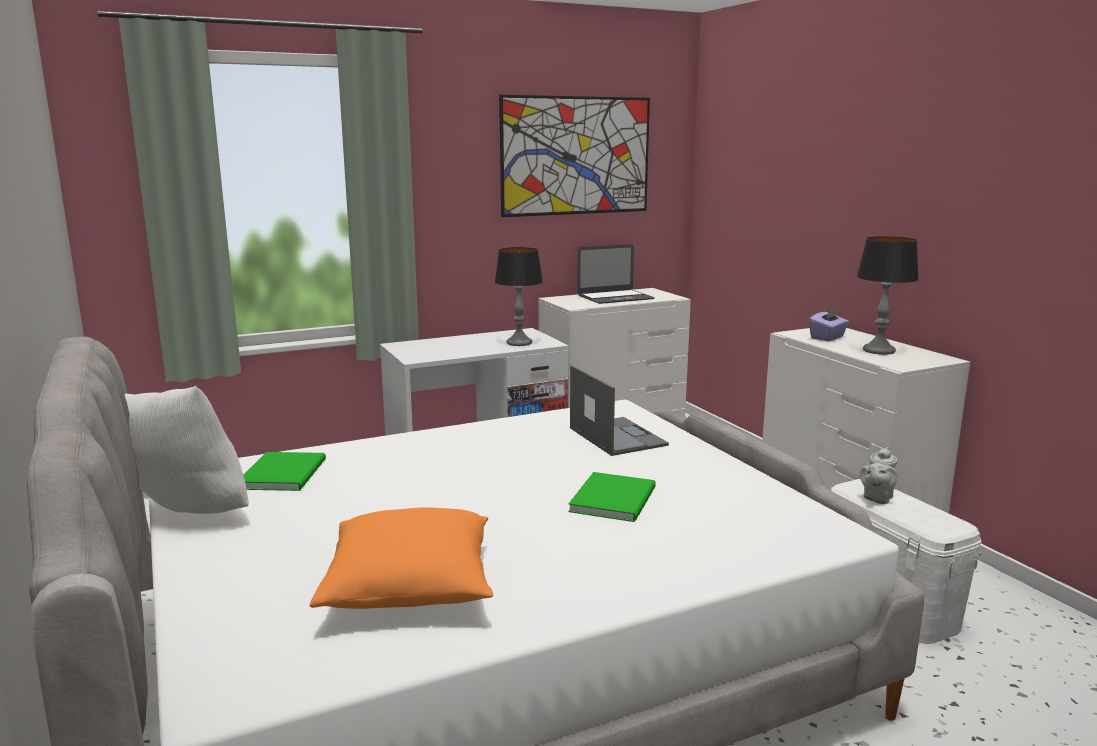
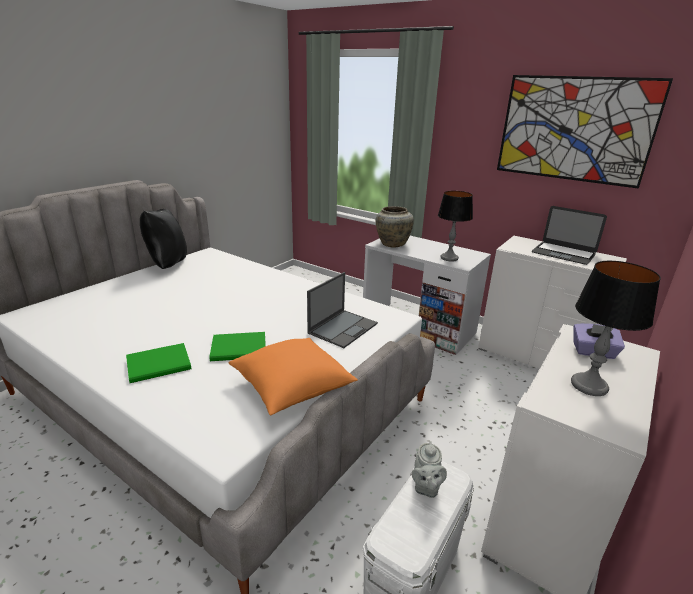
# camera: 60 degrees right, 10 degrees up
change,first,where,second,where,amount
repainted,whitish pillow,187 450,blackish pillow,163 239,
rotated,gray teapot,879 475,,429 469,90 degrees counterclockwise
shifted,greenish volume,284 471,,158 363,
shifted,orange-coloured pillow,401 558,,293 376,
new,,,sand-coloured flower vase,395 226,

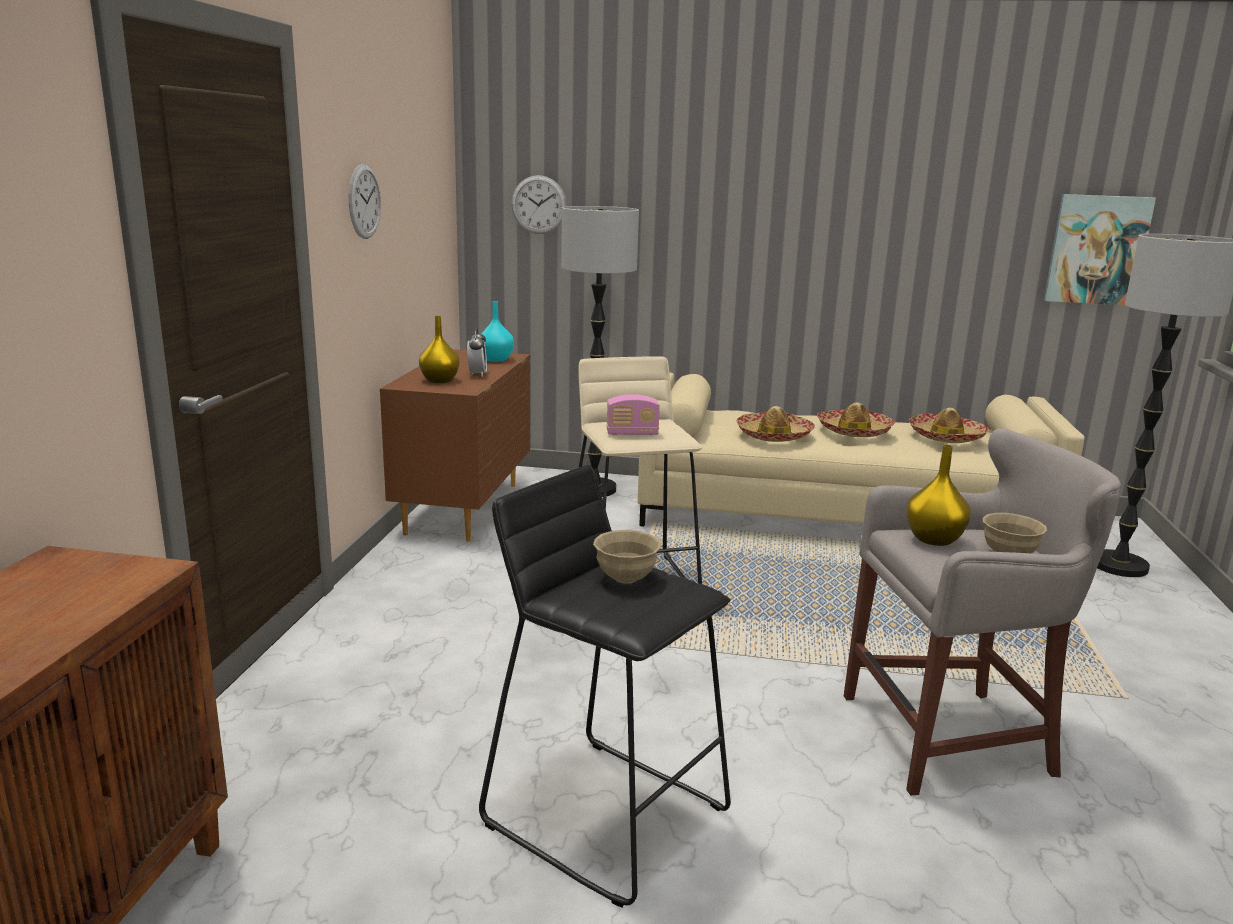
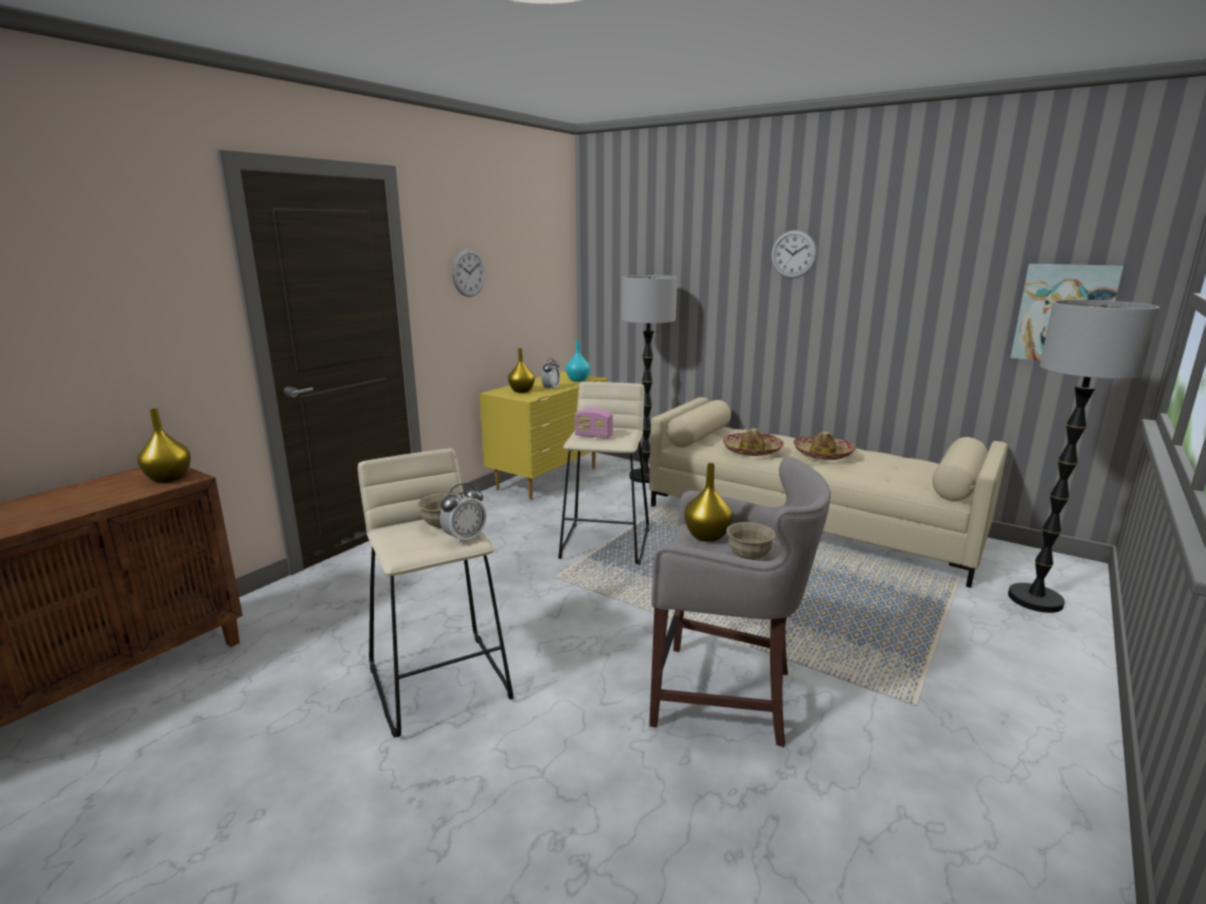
# camera: 25 degrees right, 0 degrees up
change,first,where,second,where,amount
shifted,hanging clock,539 204,,794 254,
repainted,brownish chest of drawers,455 445,yellowish chest of drawers,543 435,
gone,wearable hat,949 425,,,
repainted,blackish stool,605 686,sand-coloured stool,436 593,
new,,,yellowish flower vase,164 445,
new,,,bedside clock,463 514,

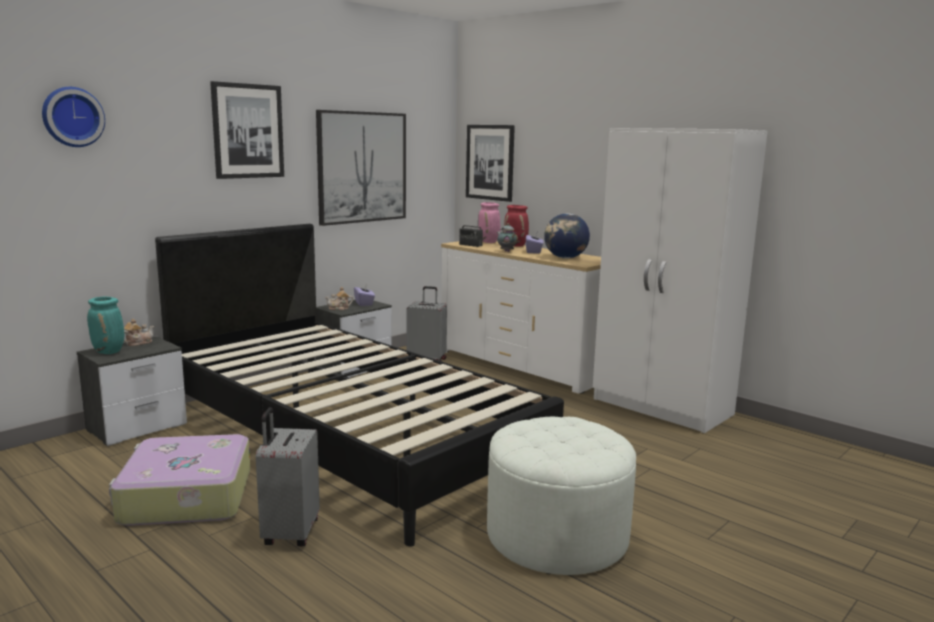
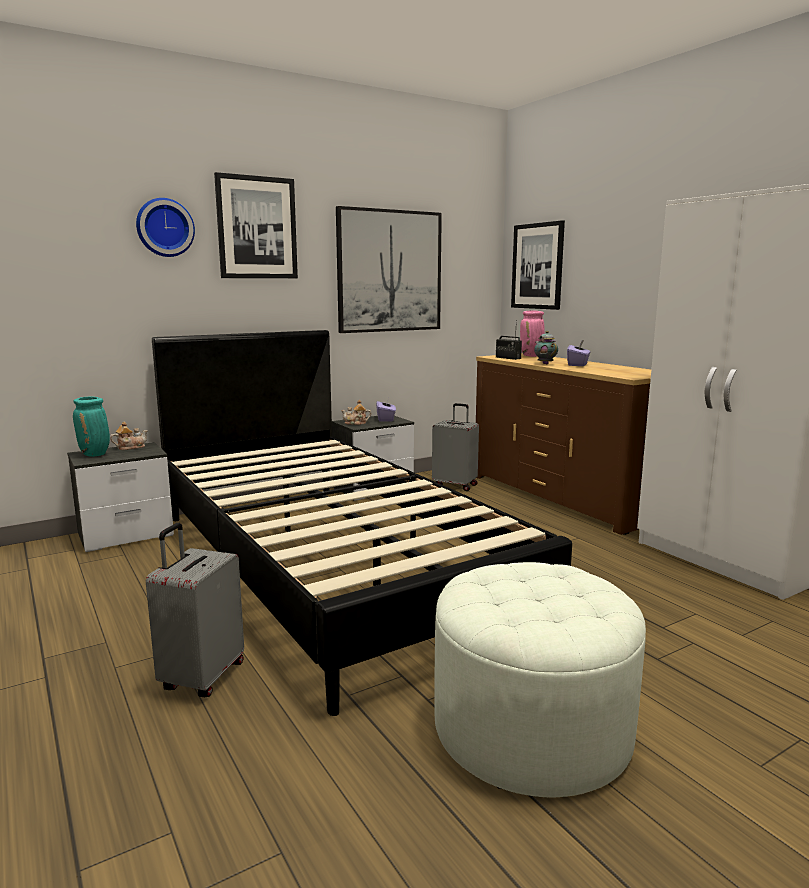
# camera: 15 degrees right, 0 degrees up
change,first,where,second,where,amount
shifted,hanging clock,73 117,,165 227,
gone,reddish flower vase,516 226,,,
gone,desk globe,567 236,,,
repainted,whitish chest of drawers,521 317,brownish chest of drawers,563 444,
gone,travel case,179 480,,,

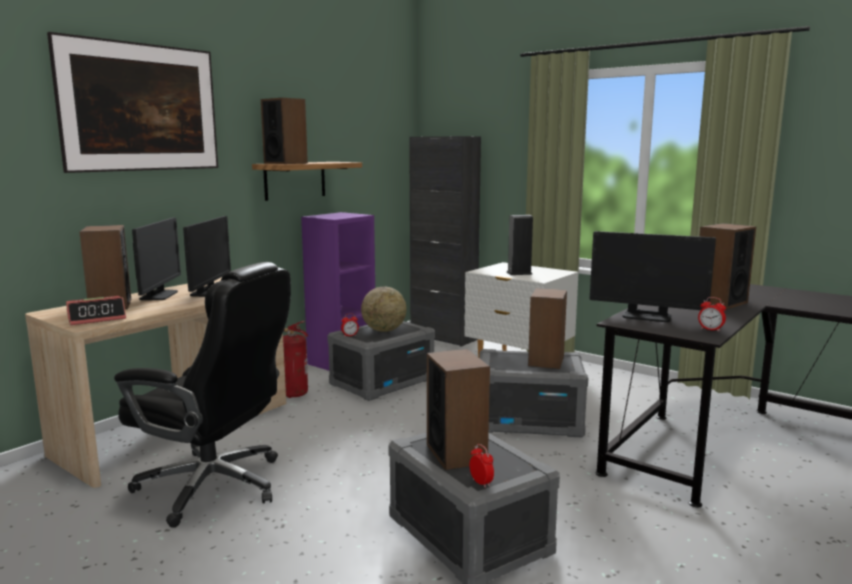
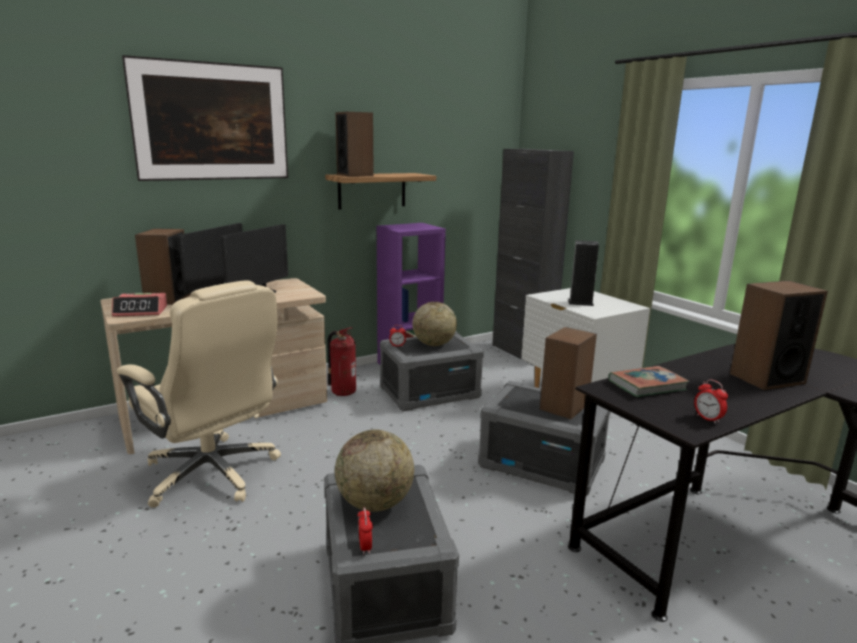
# camera: 20 degrees right, 5 degrees up
change,first,where,second,where,amount
swapped,computer screen,653 276,volume,648 381,
repainted,blackish desk chair,202 395,sand-coloured desk chair,199 394,
swapped,speaker,458 409,desk globe,374 471,

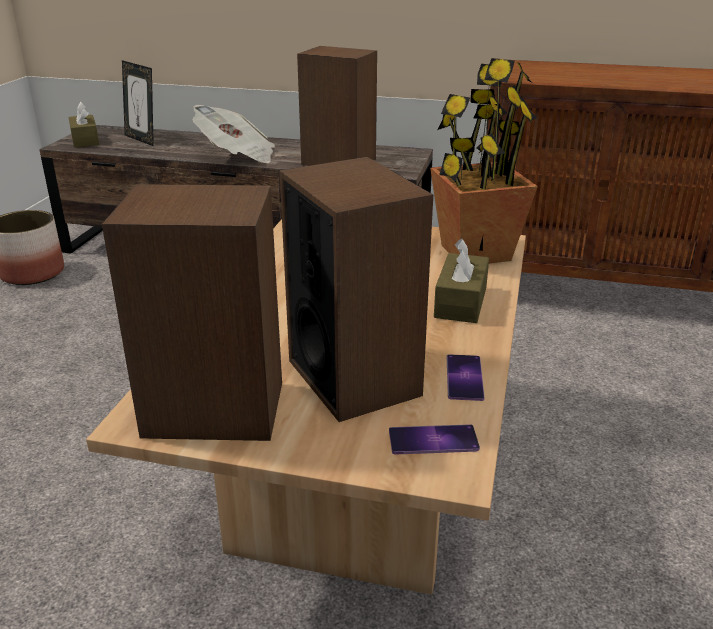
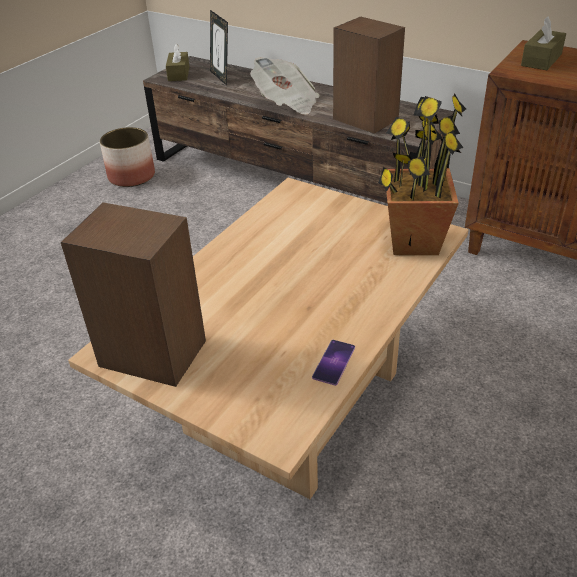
# camera: 20 degrees right, 10 degrees up
change,first,where,second,where,amount
gone,speaker,356 289,,,
shifted,brownish tissue box,461 281,,543 43,
gone,telephone,434 439,,,

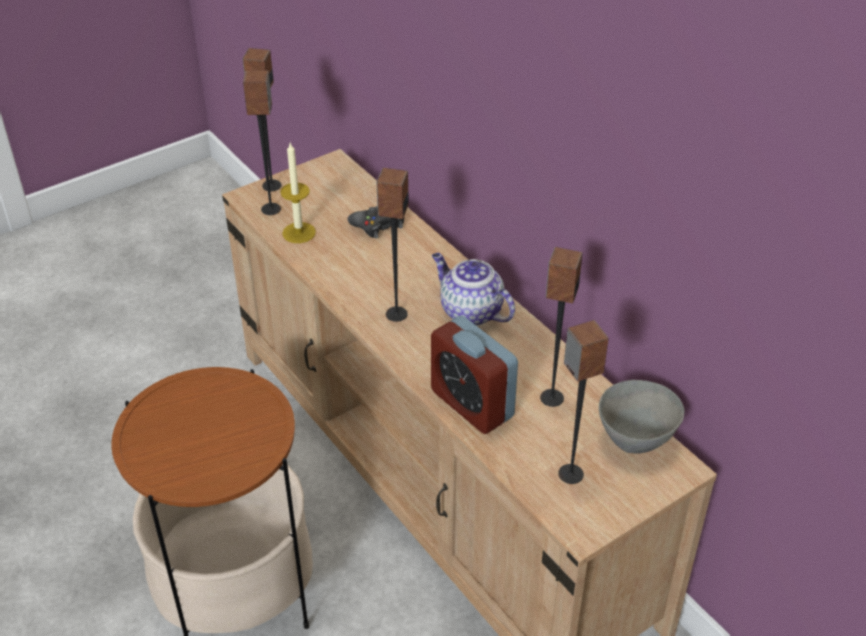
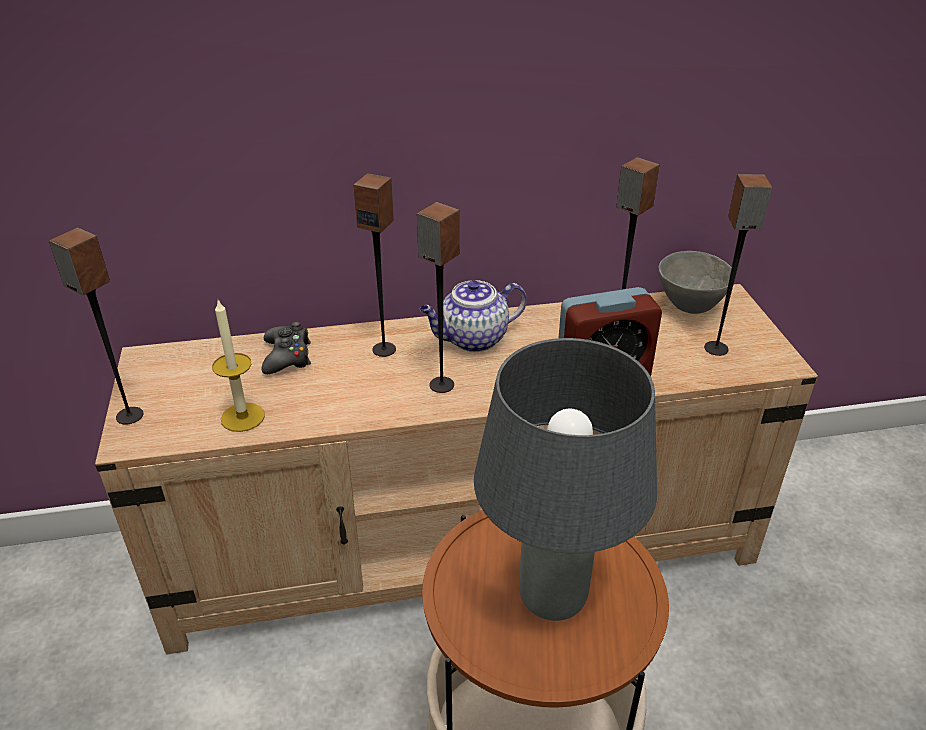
# camera: 65 degrees left, 5 degrees down
change,first,where,second,where,amount
shifted,speaker,262 143,,374 265,
new,,,gray tabletop lamp,565 479,

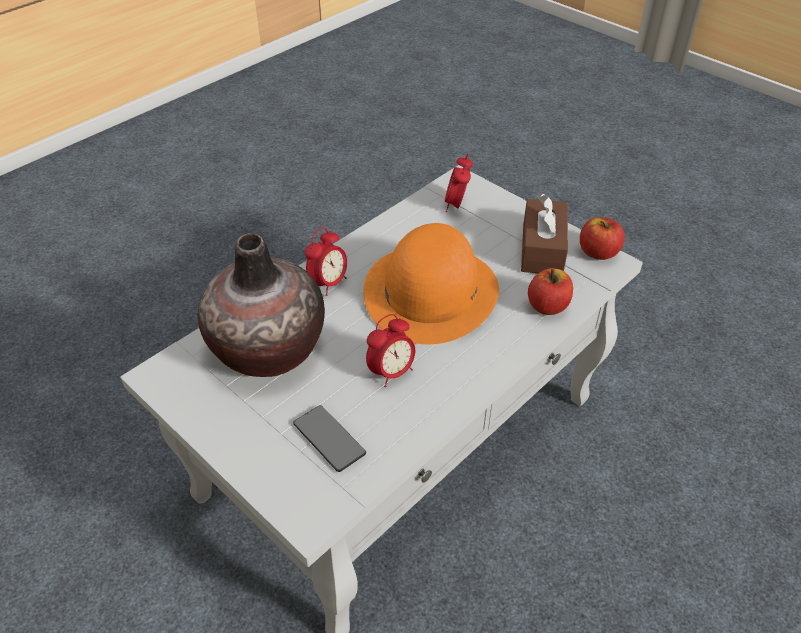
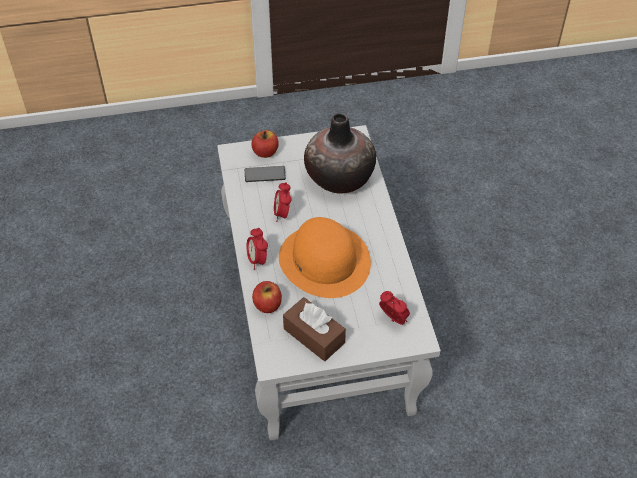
# camera: 125 degrees right, 5 degrees up
change,first,where,second,where,amount
shifted,apple fruit,602 238,,265 144,
shifted,bedside clock,326 261,,257 249,

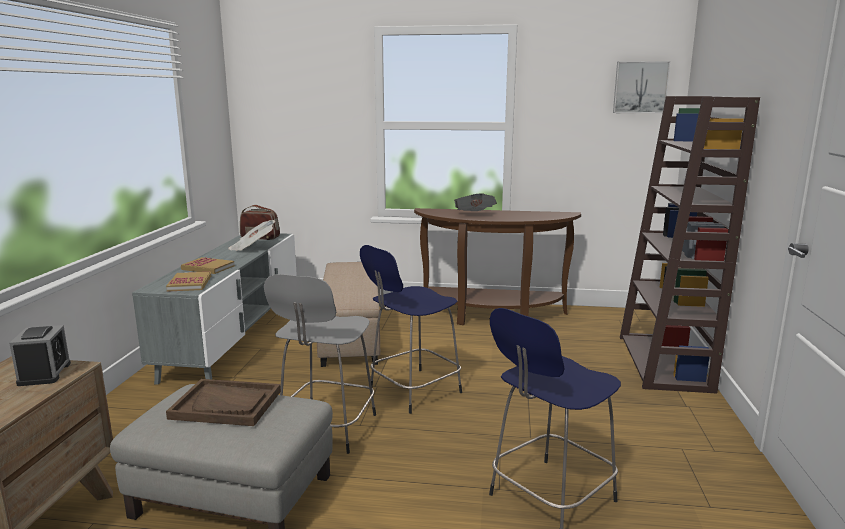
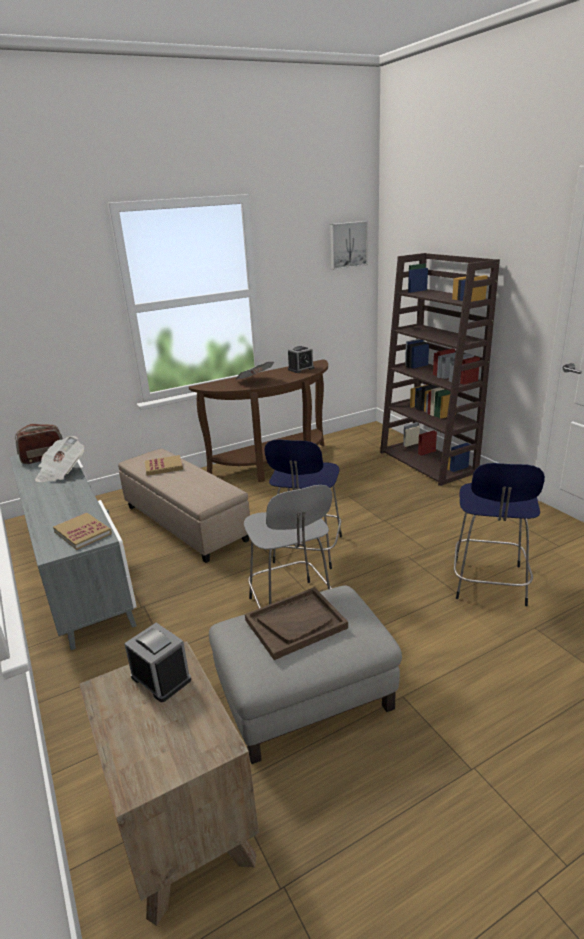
# camera: 35 degrees left, 10 degrees up
change,first,where,second,where,amount
shifted,volume,208 265,,164 465,
new,,,bedside clock,301 359,

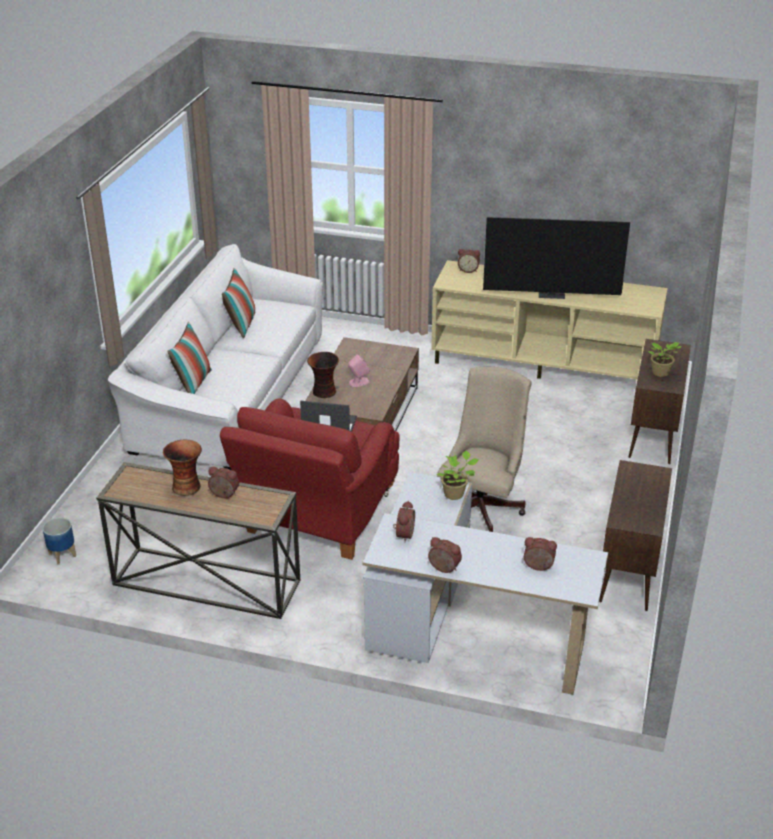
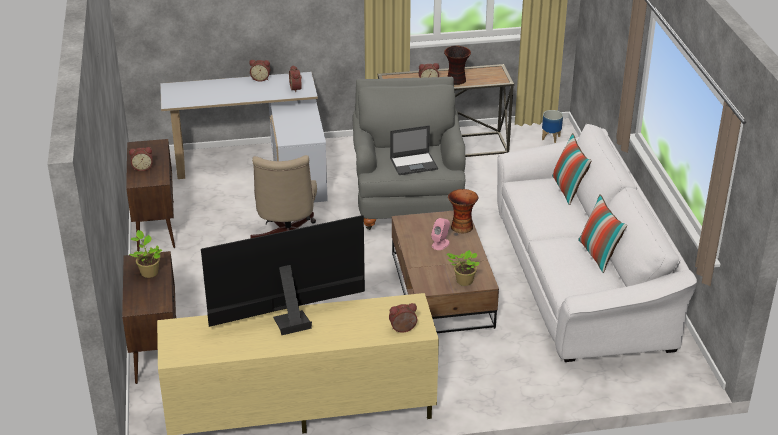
# camera: 155 degrees right, 0 degrees up
change,first,where,second,where,amount
repainted,reddish armchair,310 479,gray armchair,409 153,
shifted,potted plant,458 475,,463 268,
shifted,bedside clock,540 554,,141 159,

